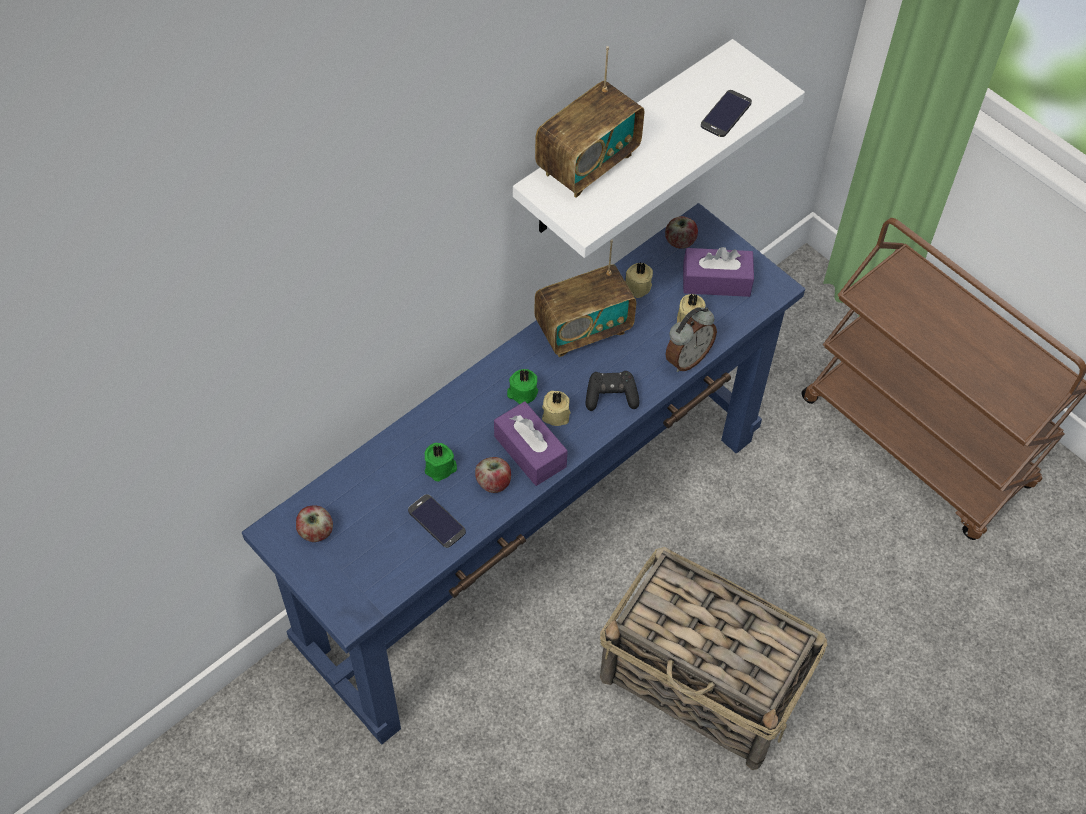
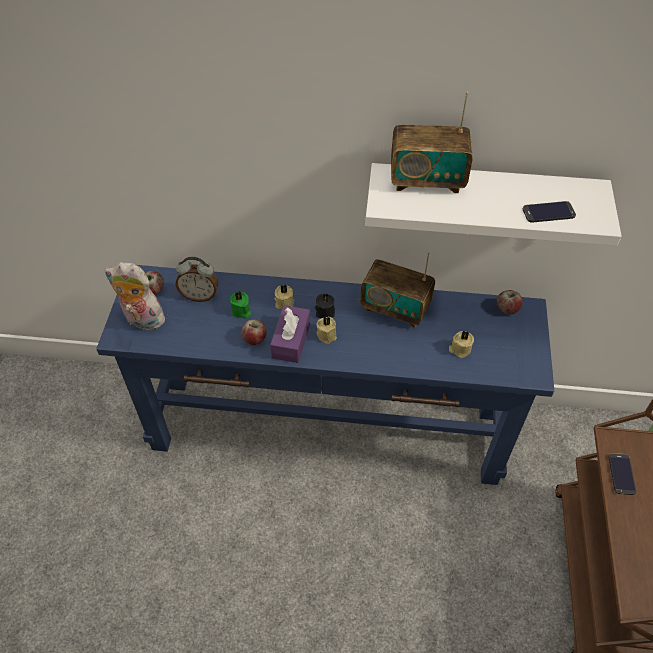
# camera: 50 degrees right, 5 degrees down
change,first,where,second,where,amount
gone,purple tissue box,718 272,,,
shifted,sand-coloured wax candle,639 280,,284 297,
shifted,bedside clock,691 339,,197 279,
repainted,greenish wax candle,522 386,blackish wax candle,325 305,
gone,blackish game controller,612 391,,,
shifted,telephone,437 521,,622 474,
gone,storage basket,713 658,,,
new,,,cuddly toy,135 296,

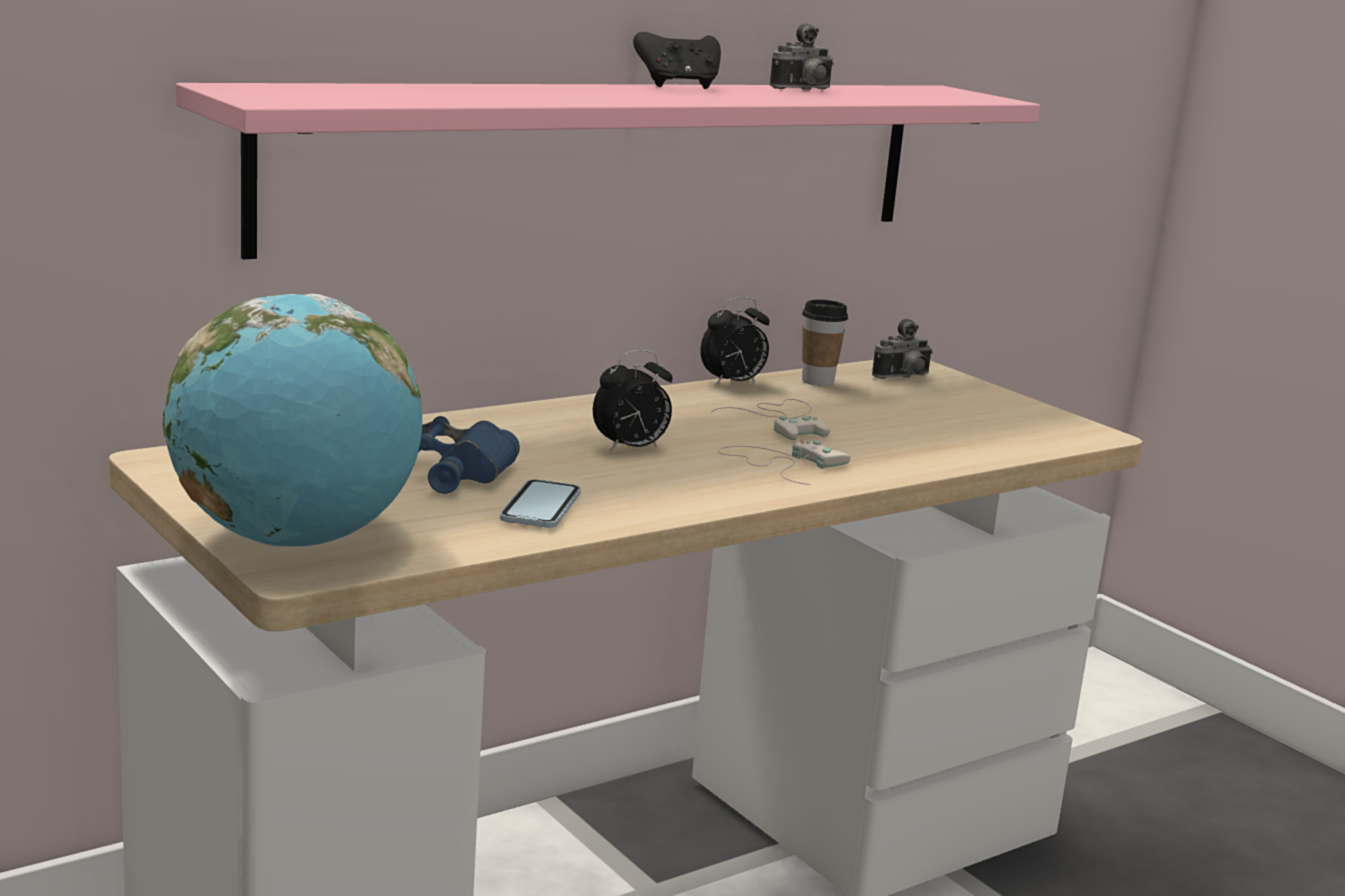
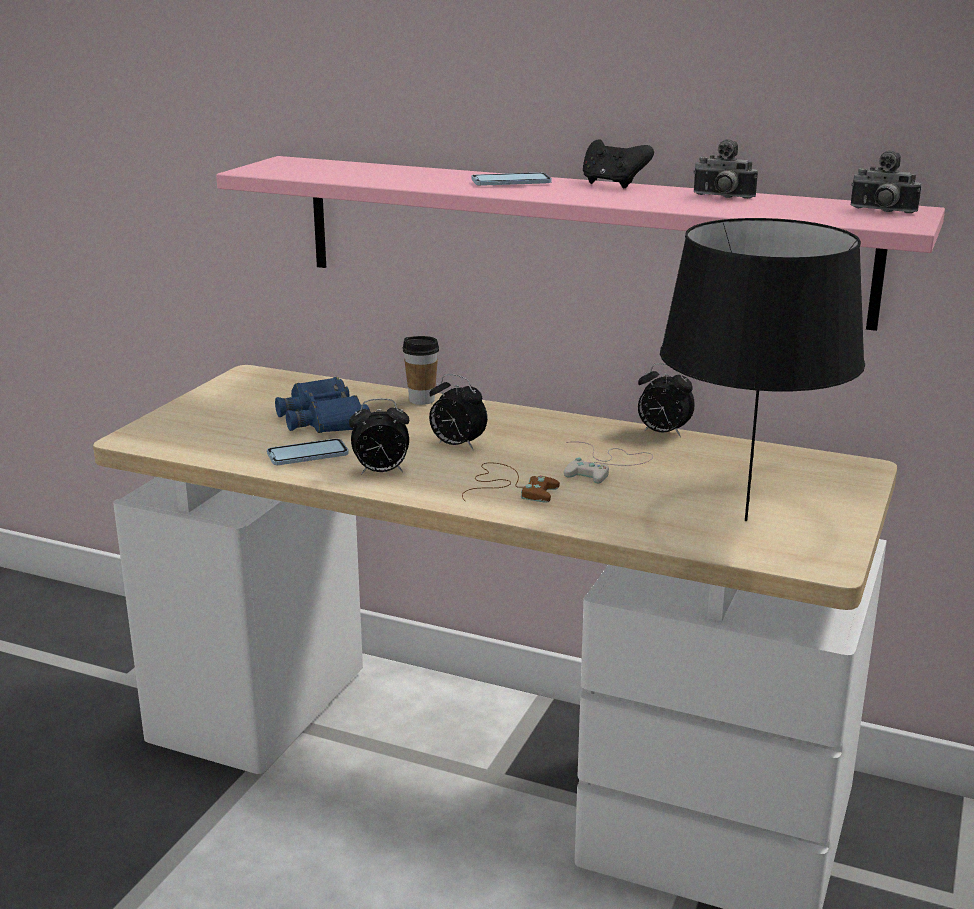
# camera: 60 degrees right, 5 degrees up
change,first,where,second,where,amount
gone,desk globe,292 420,,,
shifted,drinking cup,825 342,,421 370,
shifted,photo camera,902 349,,886 182,
repainted,whitish game controller,783 462,brownish game controller,511 483,
new,,,telephone,511 179,
new,,,blackish tabletop lamp,762 369,
new,,,bedside clock,379 436,

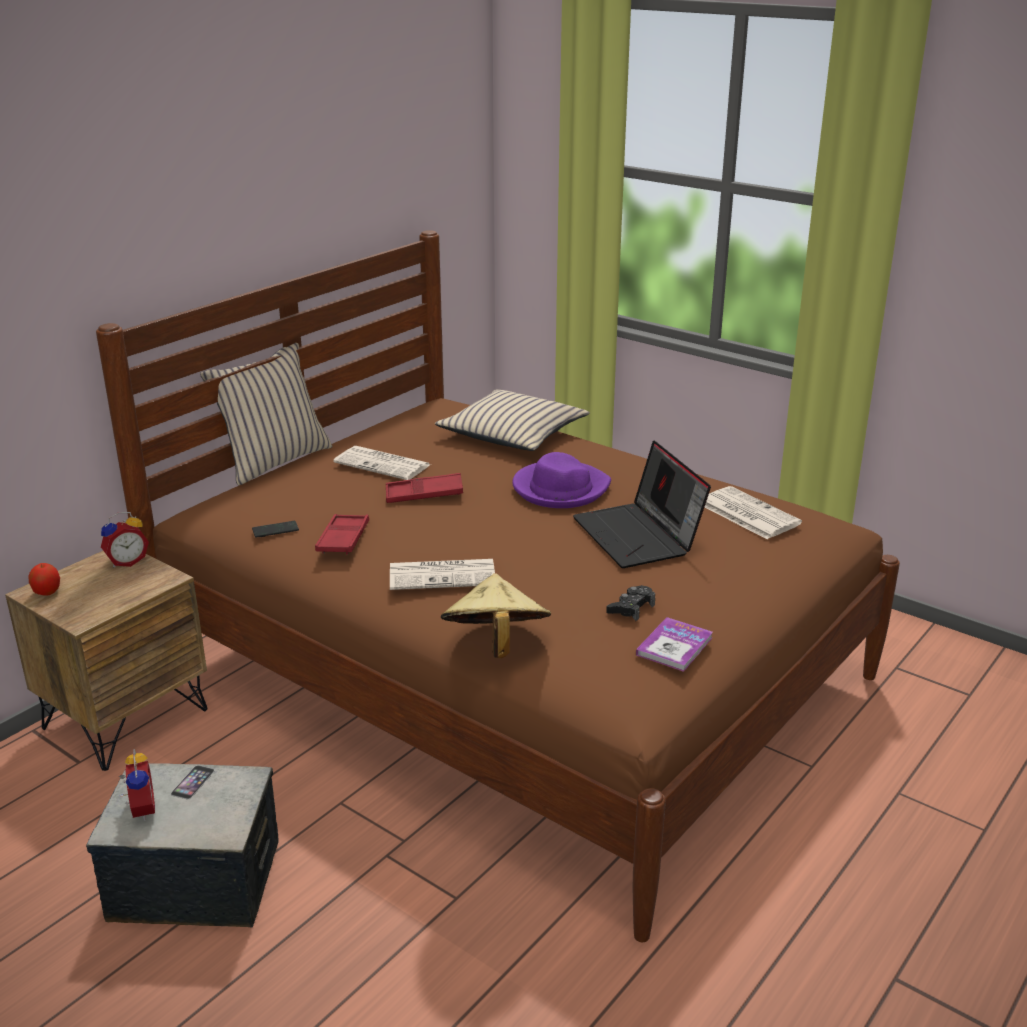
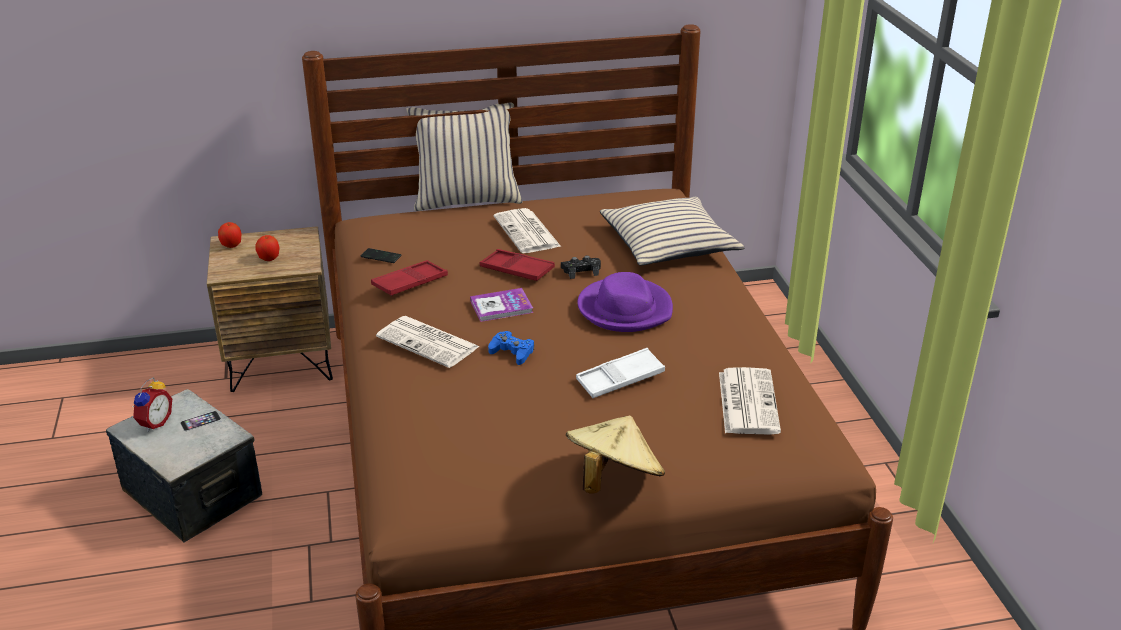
# camera: 40 degrees right, 5 degrees up
change,first,where,second,where,amount
swapped,laptop,642 504,whitish carrying tray,620 373,
gone,bedside clock,125 539,,,
shifted,sand-coloured wearable hat,496 615,,615 454,
shifted,blackish game controller,630 603,,581 267,
shifted,volume,674 644,,501 305,
new,,,apple fruit,267 248,
new,,,blue game controller,511 348,

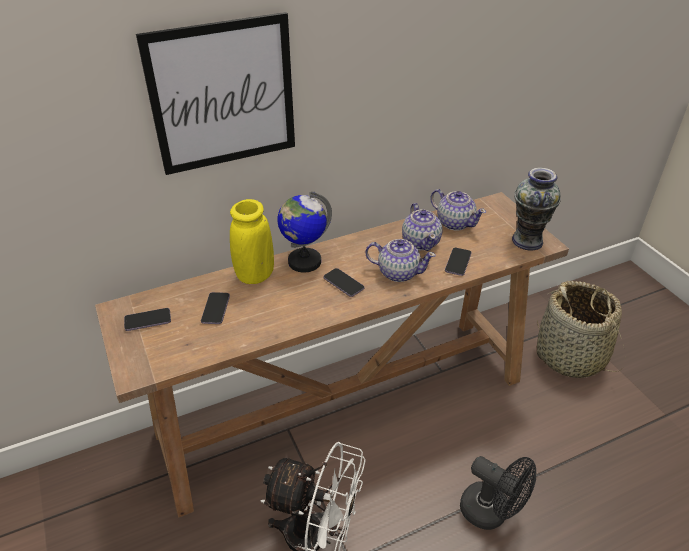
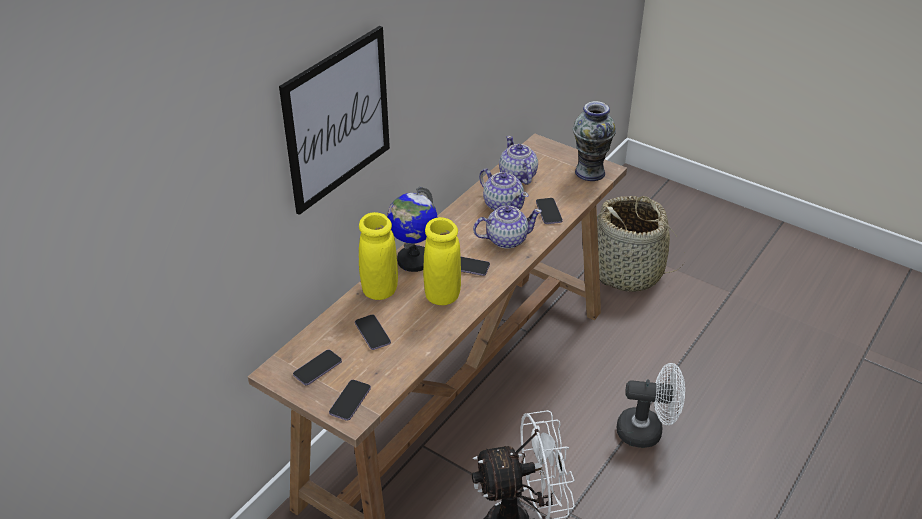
# camera: 30 degrees left, 0 degrees up
change,first,where,second,where,amount
rotated,teapot,458 210,,518 160,120 degrees counterclockwise
repainted,blackish fan,498 493,whitish fan,650 405,
new,,,yellowish flower vase,442 261,
new,,,telephone,350 400,

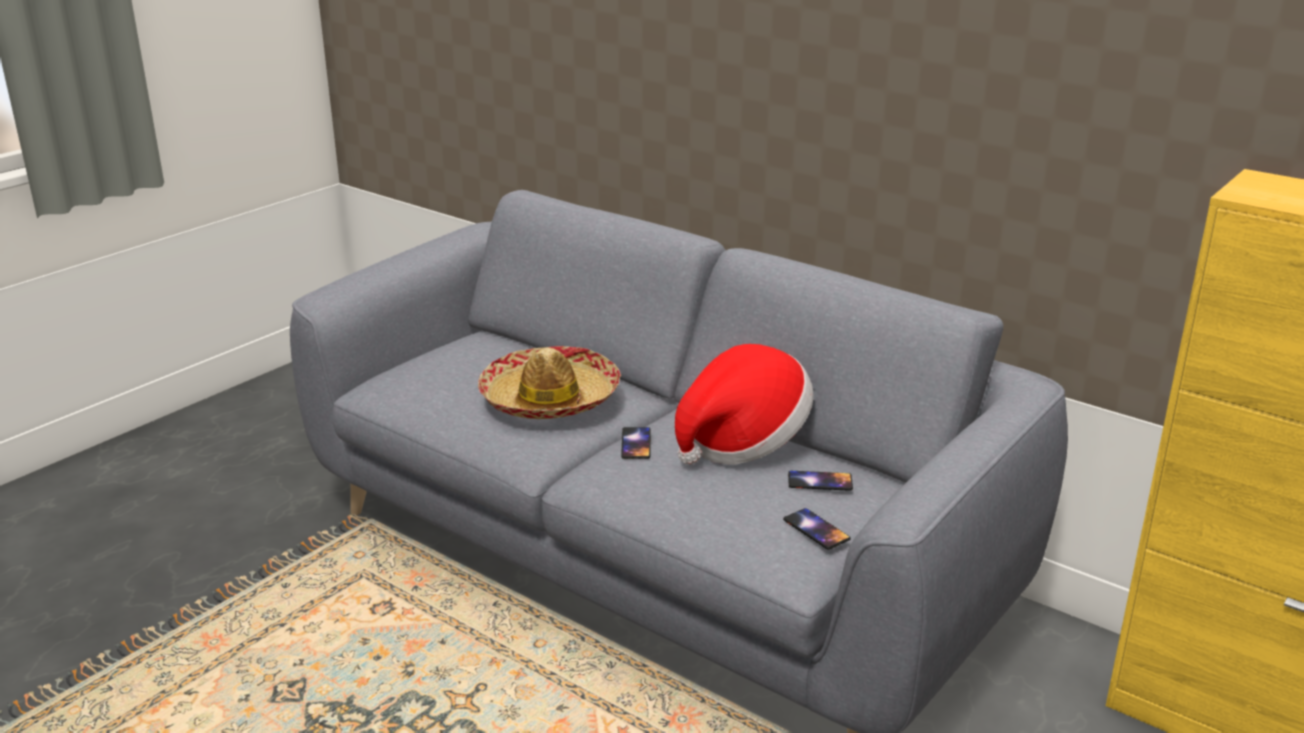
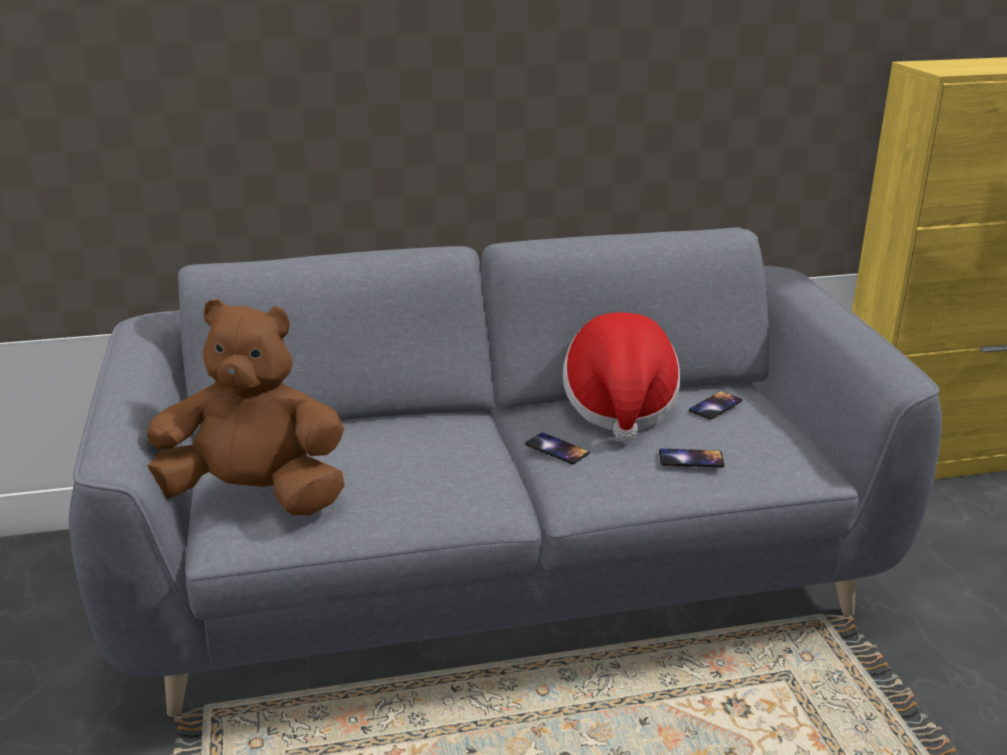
# camera: 50 degrees left, 0 degrees up
change,first,where,second,where,amount
gone,wearable hat,549 382,,,
shifted,telephone,817 529,,692 458,
new,,,brownish cuddly toy,246 407,

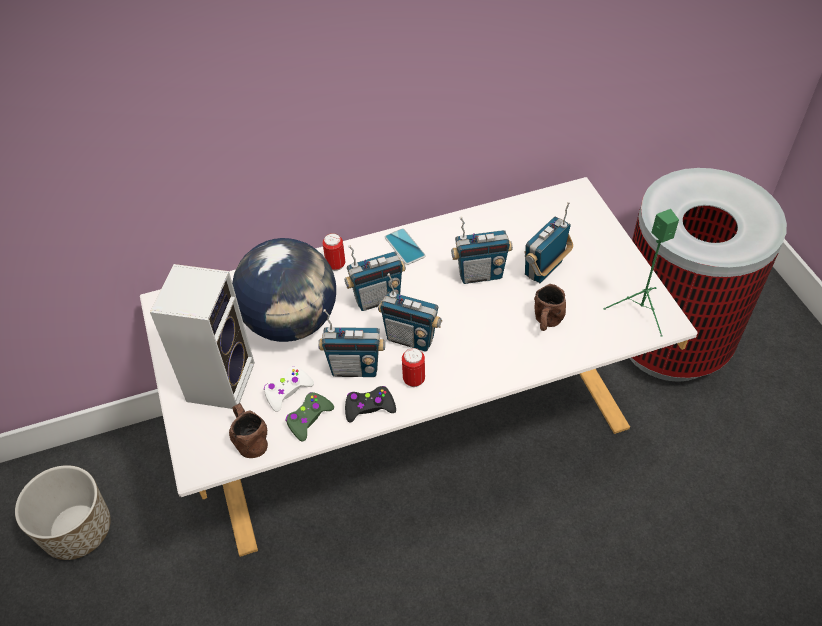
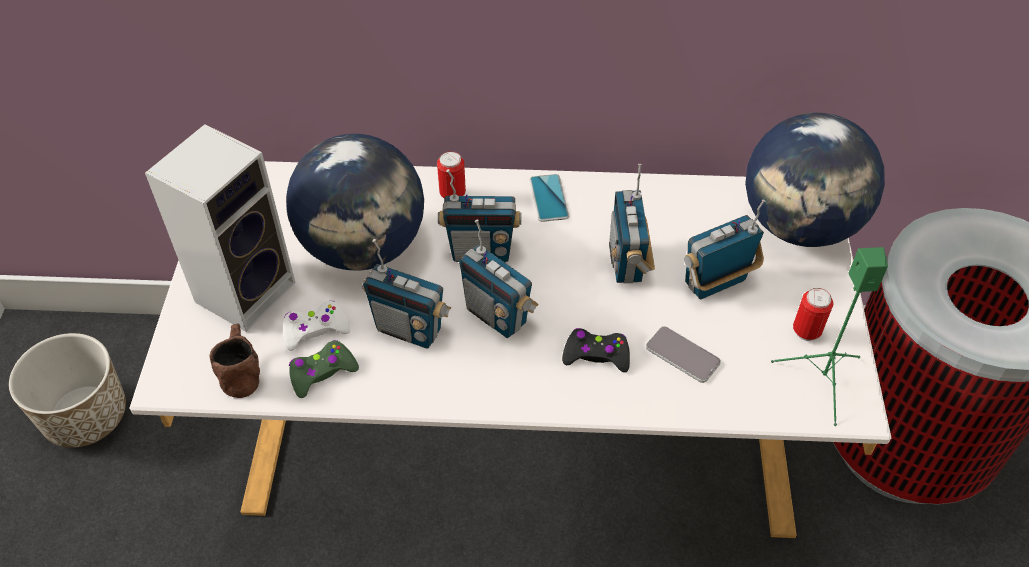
# camera: 20 degrees right, 0 degrees up
change,first,where,second,where,amount
rotated,radio set,482 250,,632 223,75 degrees clockwise
swapped,brownish tea mug,550 307,telephone,683 354,
shifted,can,413 367,,813 314,
shifted,blackish game controller,370 404,,596 350,
new,,,desk globe,815 180,

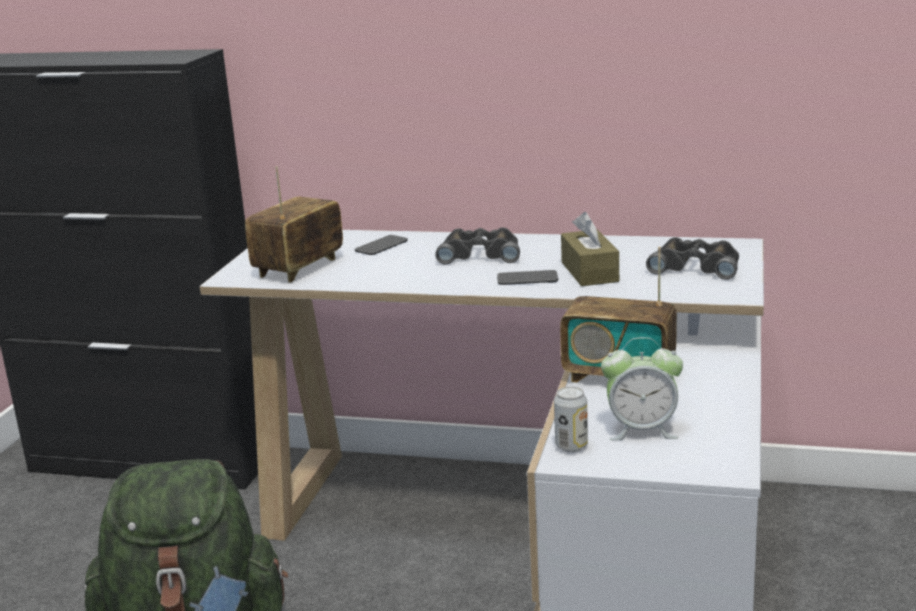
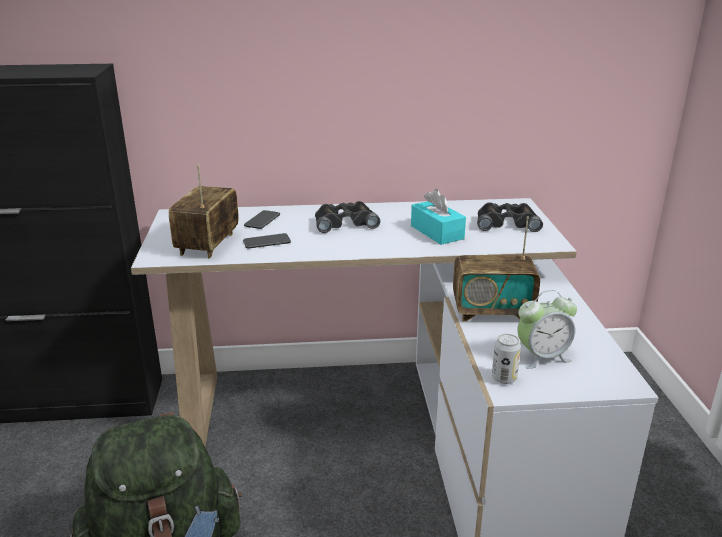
# camera: 20 degrees left, 5 degrees up
change,first,where,second,where,amount
repainted,brownish tissue box,590 249,blue-green tissue box,438 217,
shifted,telephone,527 277,,267 241,

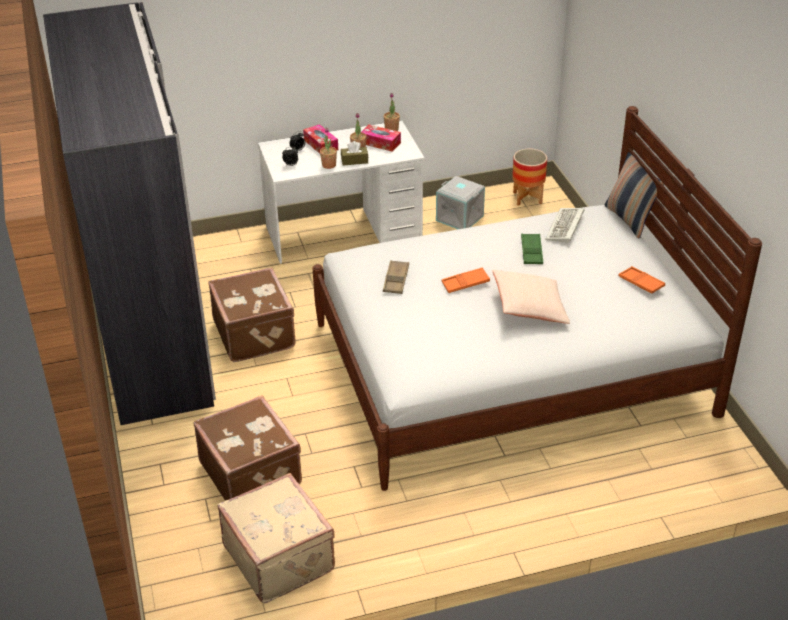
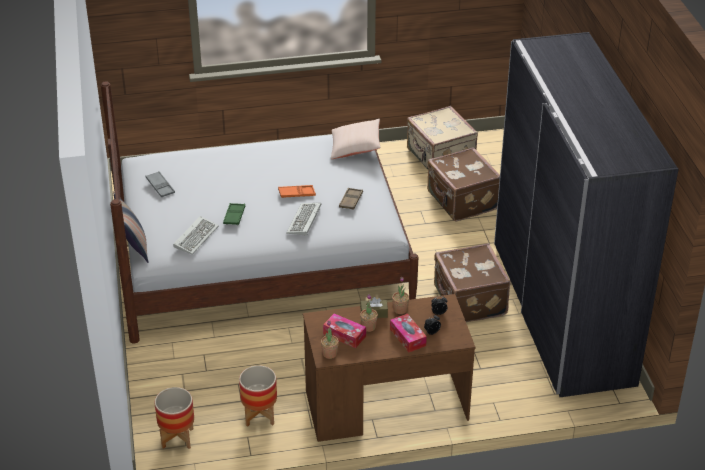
# camera: 175 degrees left, 0 degrees up
change,first,where,second,where,amount
repainted,whitish desk,341 192,brownish desk,389 368,
swapped,gray storage bin,460 202,plant pot,258 396,
repainted,orange-coloured carrying tray,641 279,gray carrying tray,160 184,
shifted,sand-coloured pillow,531 297,,356 139,
new,,,PC keyboard,303 219,

